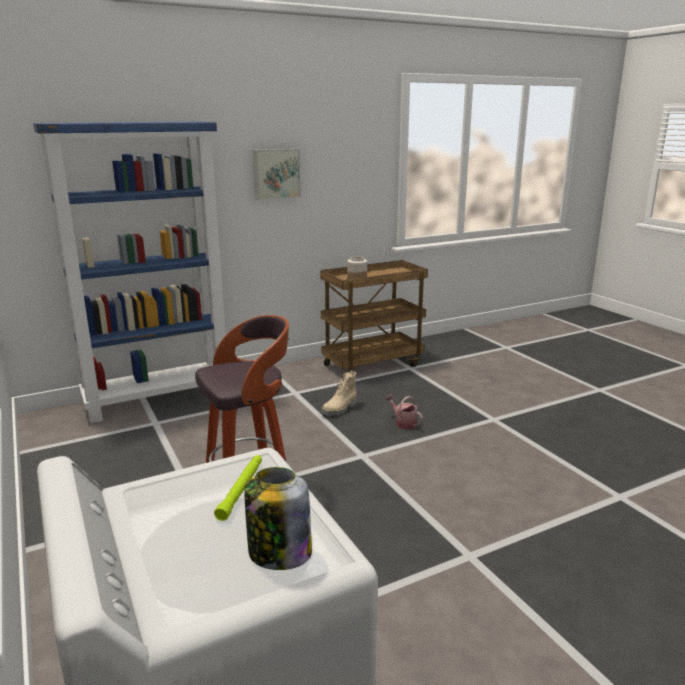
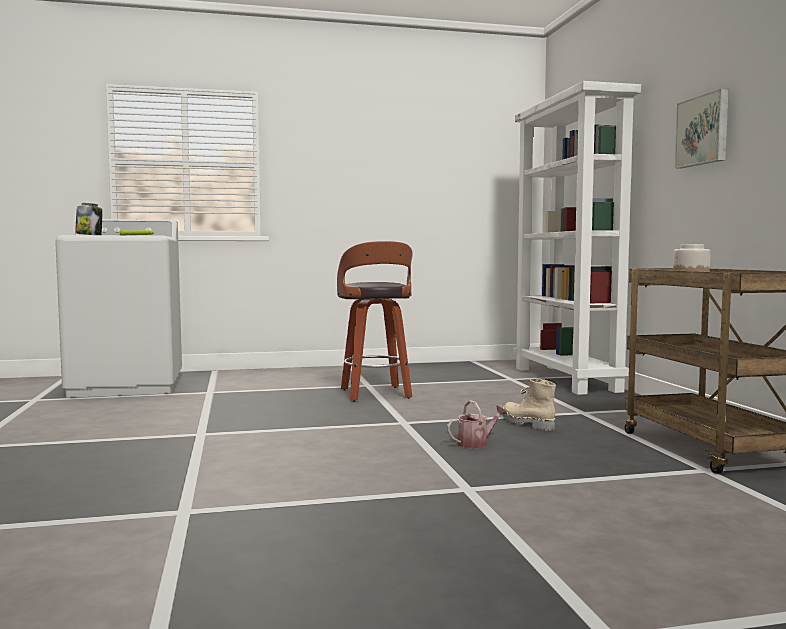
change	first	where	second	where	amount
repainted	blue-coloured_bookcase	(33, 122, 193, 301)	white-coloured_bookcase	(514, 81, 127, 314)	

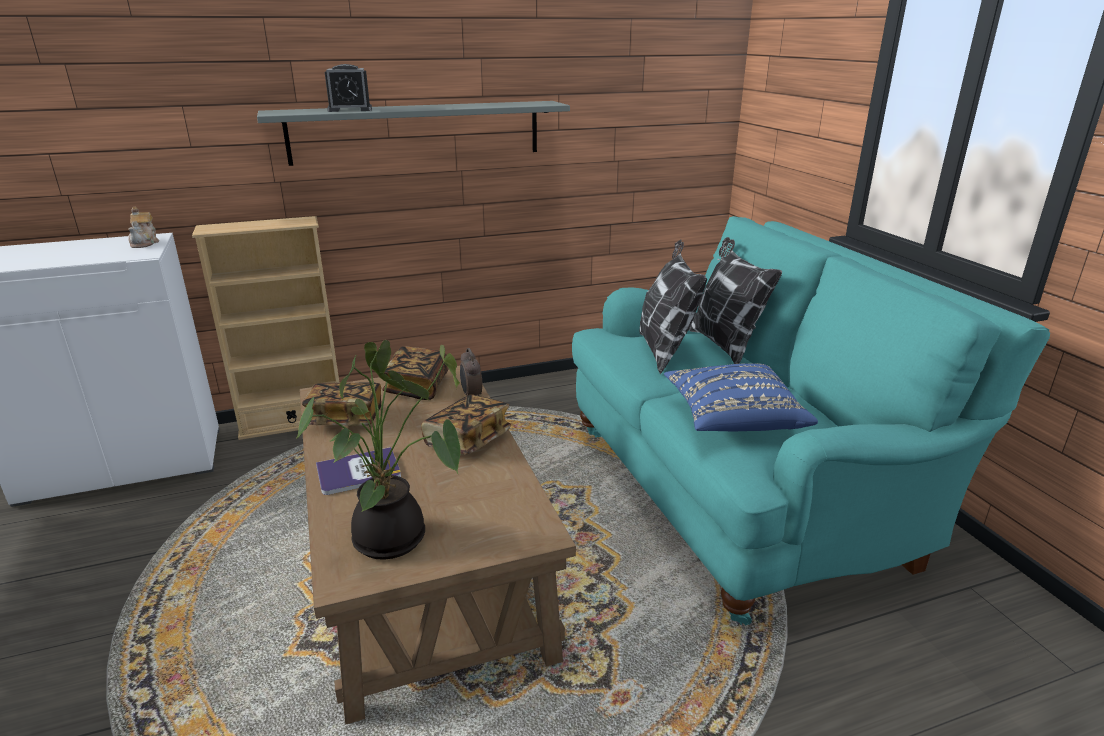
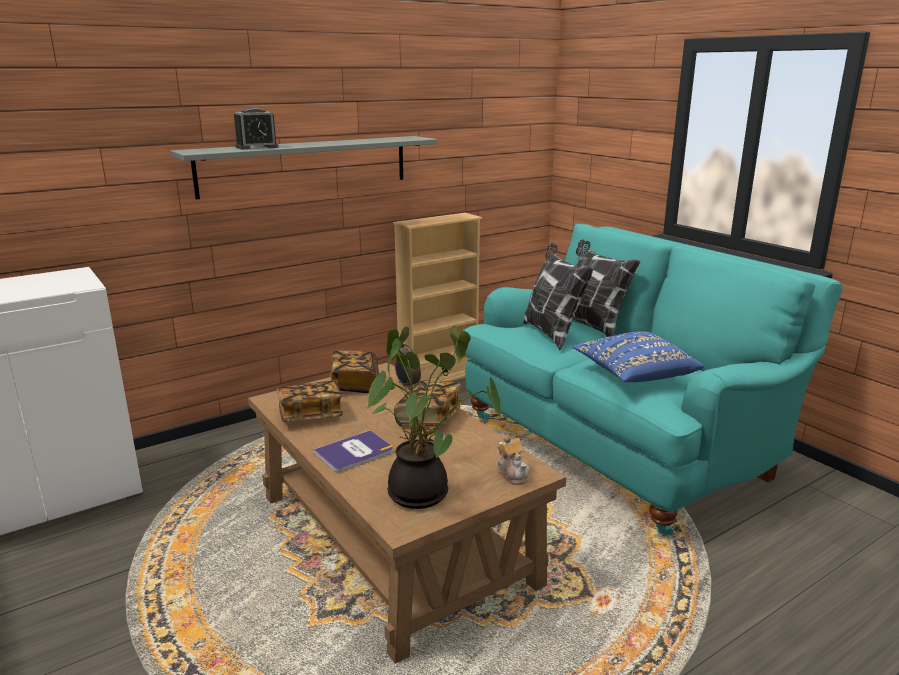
change	first	where	second	where	amount
shifted	pot_for_tea	(128, 207, 31, 41)		(497, 435, 33, 50)	
shifted	beige_bookcase	(192, 216, 148, 224)		(393, 213, 89, 169)	

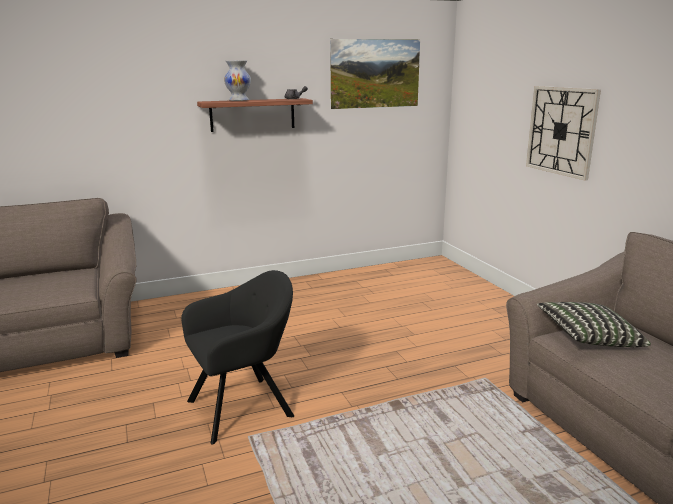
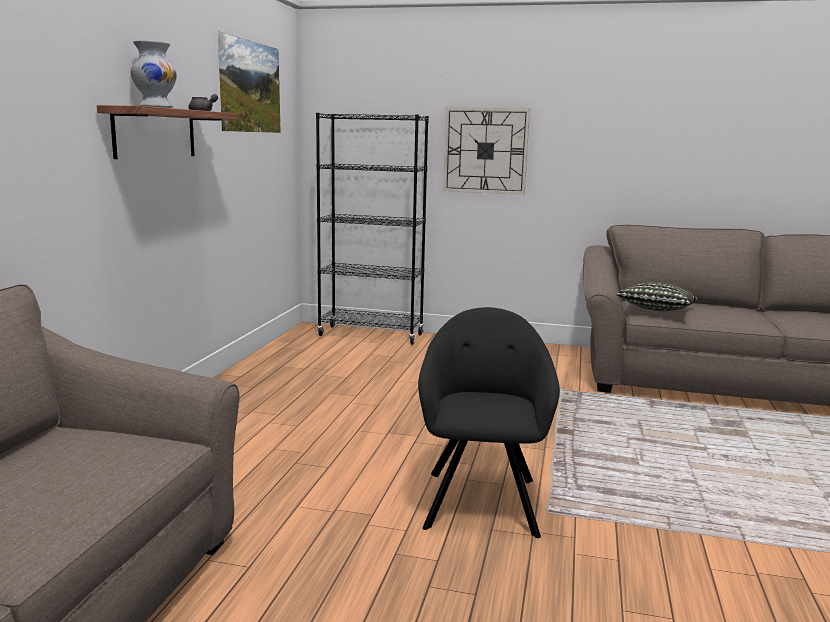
change	first	where	second	where	amount
new			blackish_bookcase	(316, 113, 113, 232)	

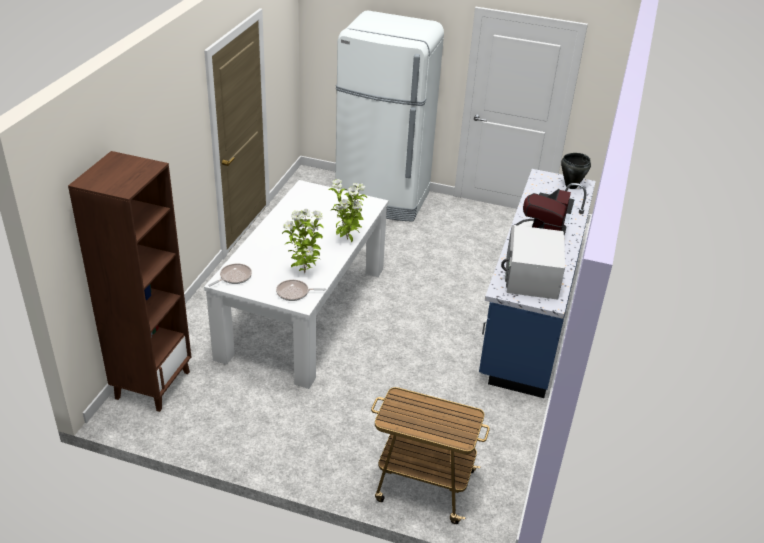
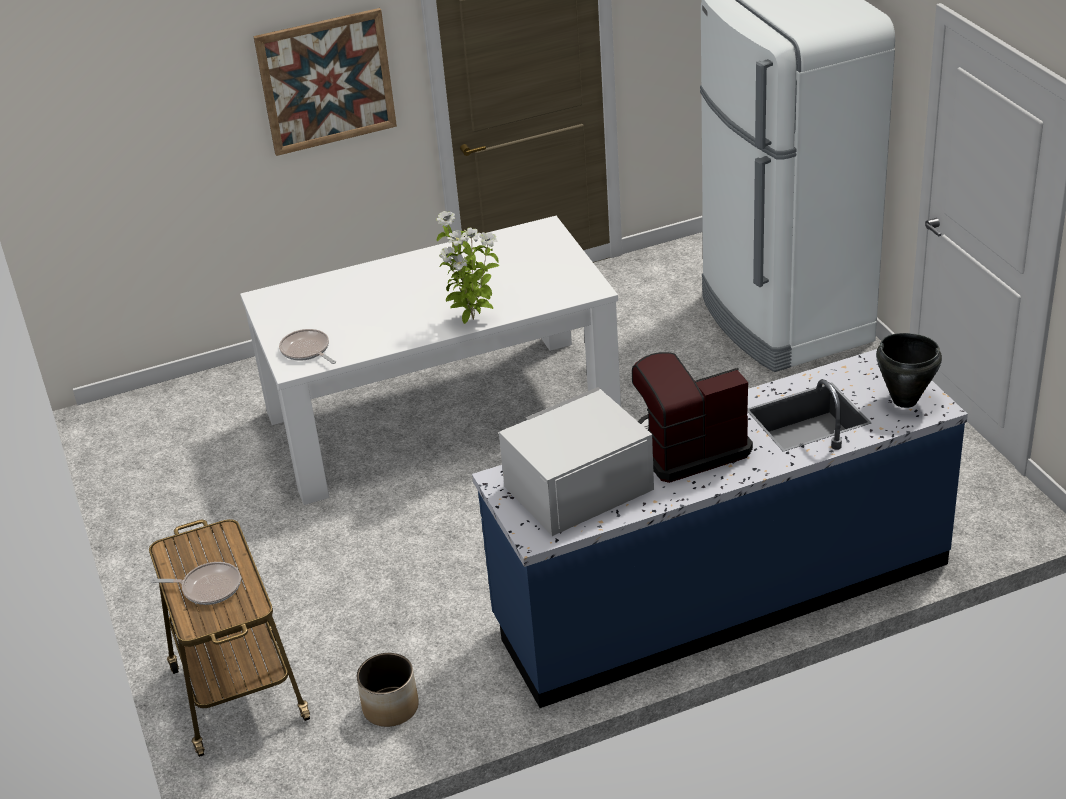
change	first	where	second	where	amount
gone	brownish_bookcase	(68, 151, 123, 261)			
gone	houseplant	(282, 209, 41, 64)			
shifted	frying_pan	(208, 264, 44, 22)		(151, 562, 90, 43)	
new			wall_picture	(253, 8, 144, 148)	
new			planter	(357, 653, 62, 74)	

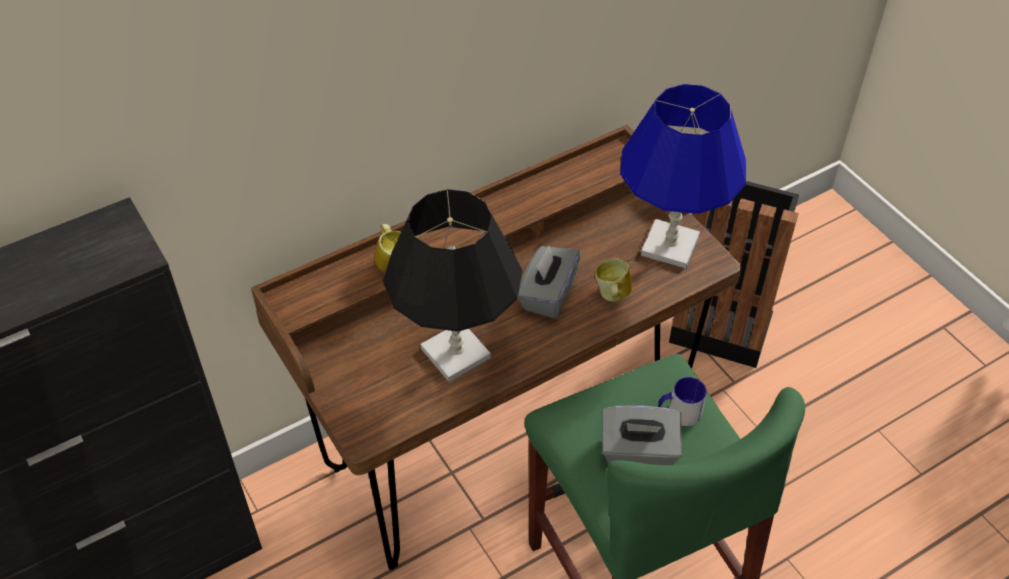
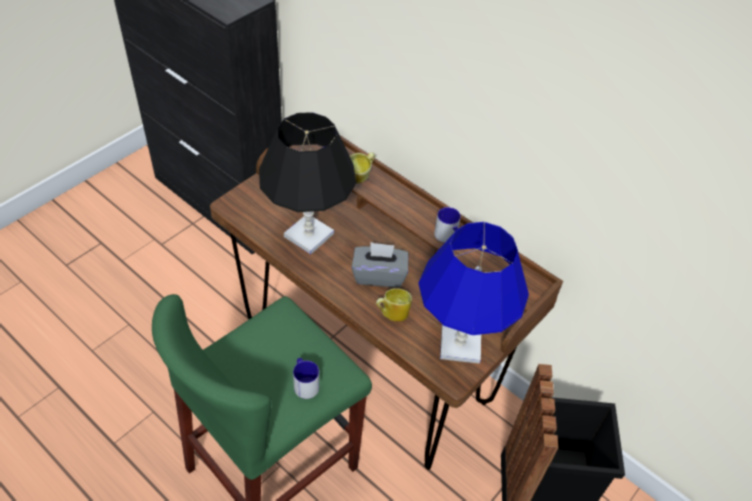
change	first	where	second	where	amount
gone	greyish_tissue_box	(602, 406, 80, 59)			
new			mug	(434, 207, 27, 36)	

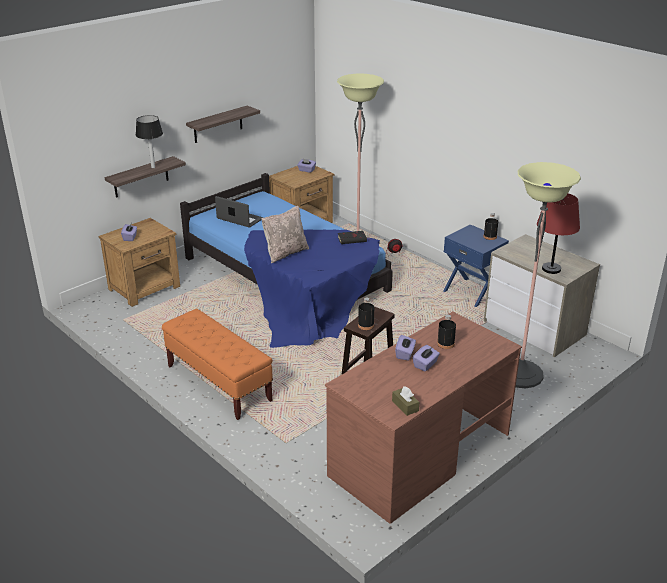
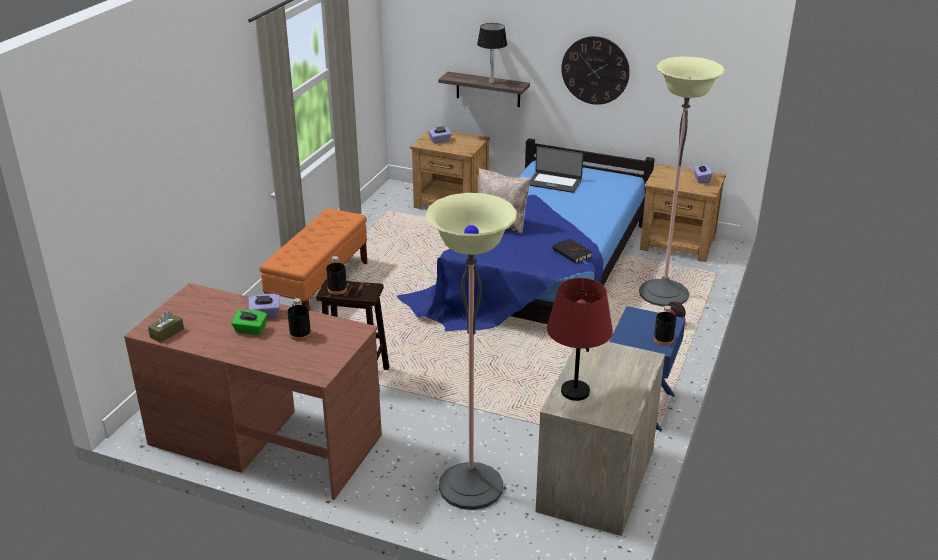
change	first	where	second	where	amount
swapped	bracket_shelf	(186, 106, 74, 37)	wall_clock	(561, 36, 69, 69)	
rotated	portable_computer	(215, 196, 48, 32)		(530, 146, 54, 47)	105 degrees clockwise
repainted	purplish_tissue_box	(413, 345, 27, 26)	green_tissue_box	(231, 309, 36, 26)	

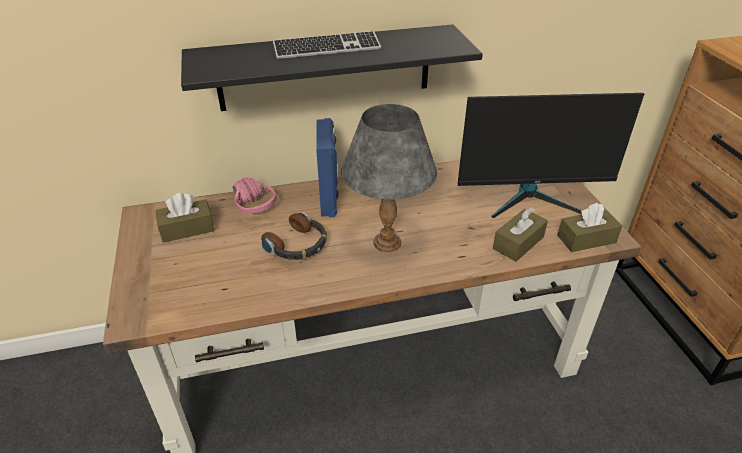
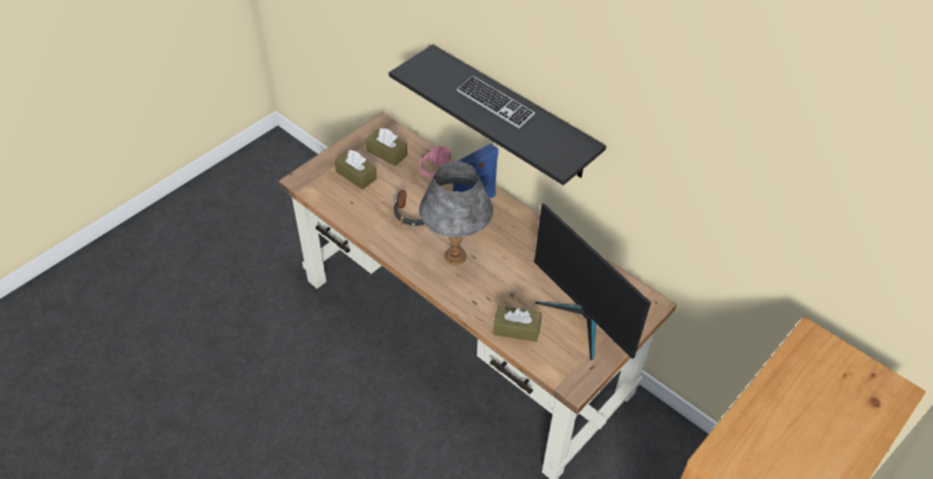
change	first	where	second	where	amount
shifted	brownish_tissue_box	(557, 203, 65, 49)		(334, 150, 43, 40)	

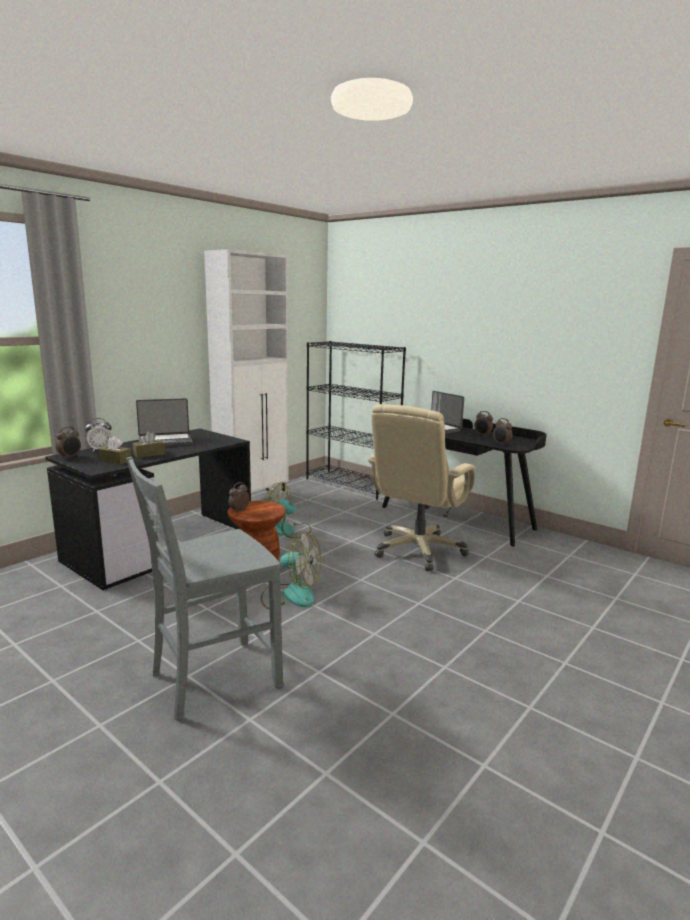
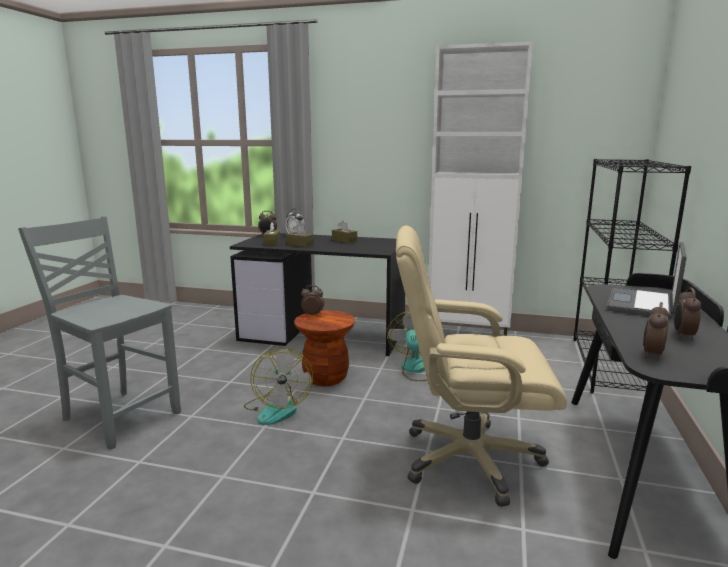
change	first	where	second	where	amount
swapped	portable_computer	(136, 398, 57, 48)	brownish_tissue_box	(332, 220, 25, 23)	

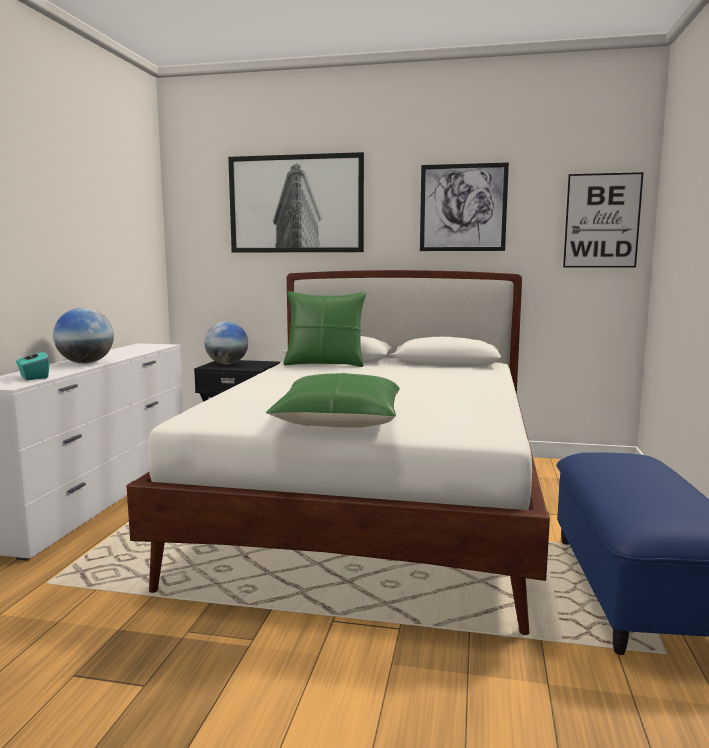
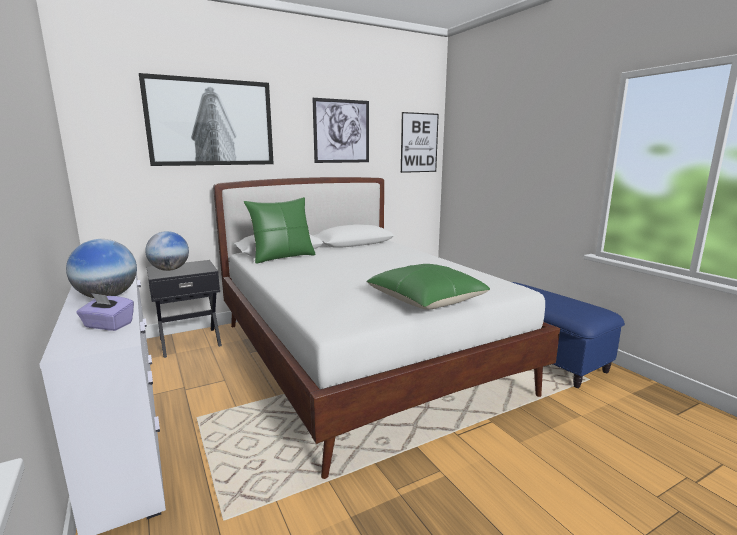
change	first	where	second	where	amount
repainted	blue-green_tissue_box	(16, 347, 33, 33)	purplish_tissue_box	(76, 293, 58, 38)	

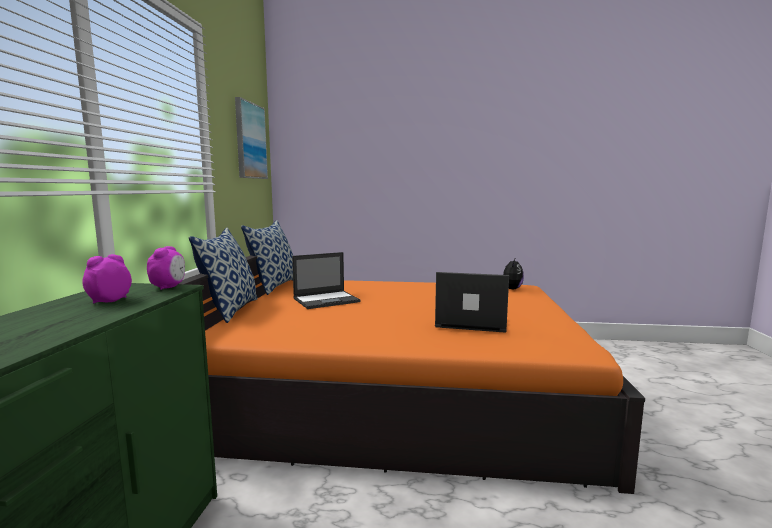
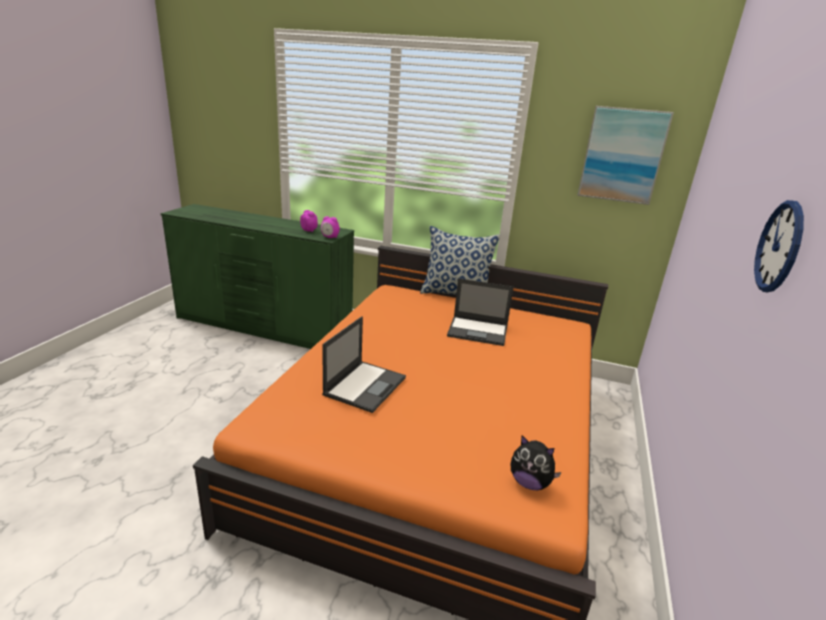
change	first	where	second	where	amount
gone	cushion	(241, 220, 52, 75)			
rotated	portable_computer	(292, 252, 69, 57)		(447, 278, 67, 68)	60 degrees counterclockwise
new			wall_clock	(754, 200, 50, 93)	

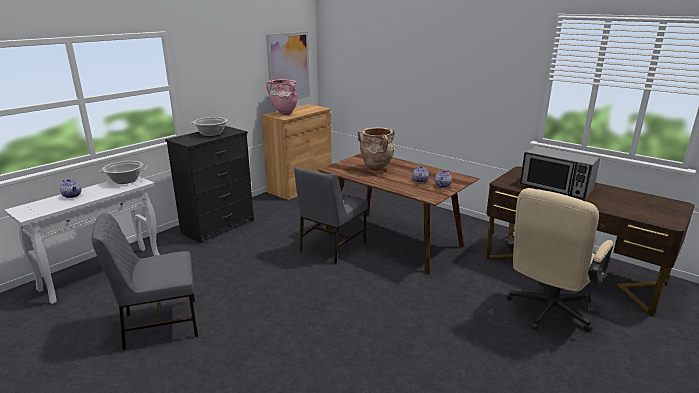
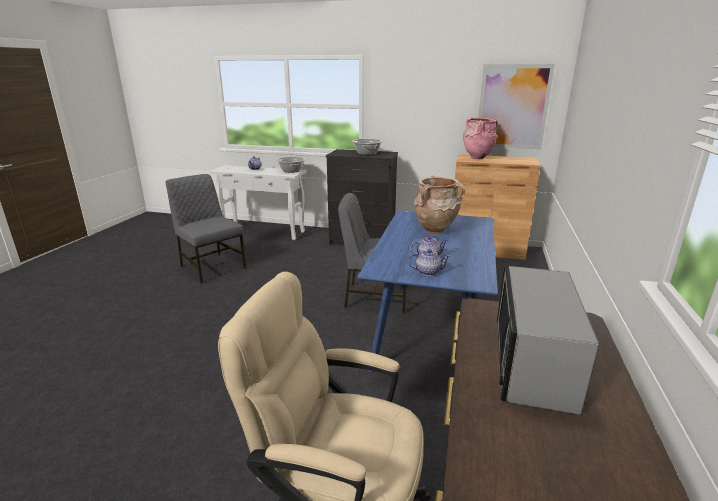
change	first	where	second	where	amount
repainted	brownish_dining_table	(317, 153, 163, 121)	blue-coloured_dining_table	(357, 211, 141, 161)	

